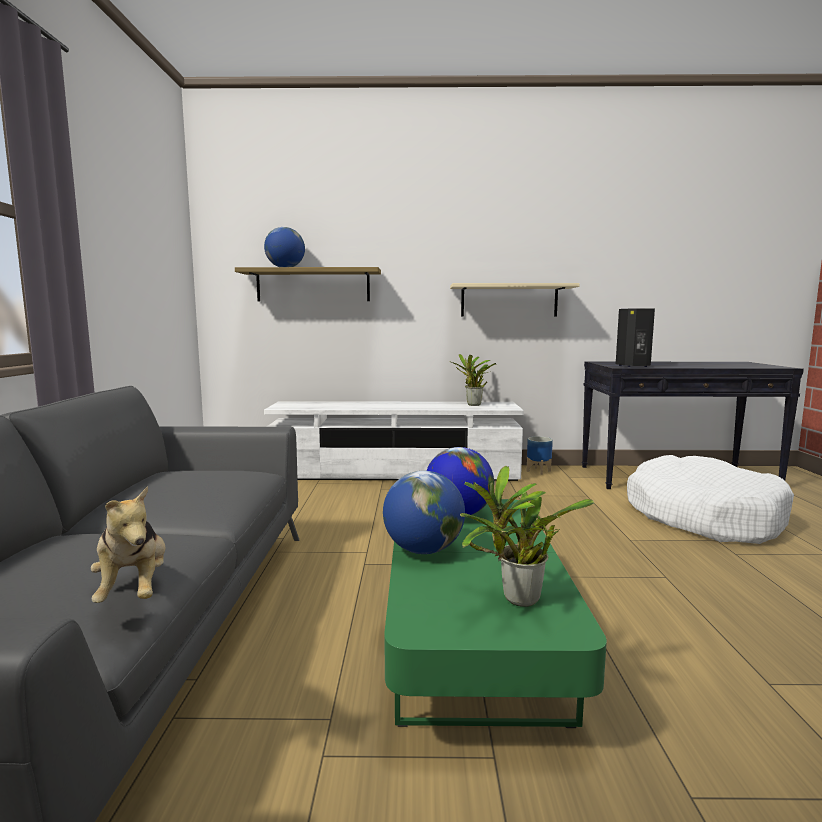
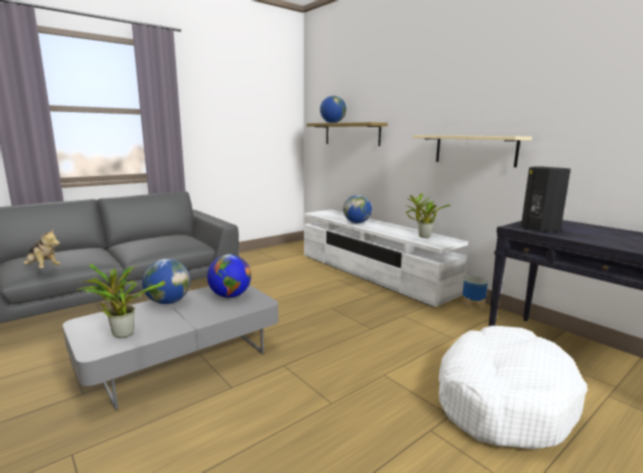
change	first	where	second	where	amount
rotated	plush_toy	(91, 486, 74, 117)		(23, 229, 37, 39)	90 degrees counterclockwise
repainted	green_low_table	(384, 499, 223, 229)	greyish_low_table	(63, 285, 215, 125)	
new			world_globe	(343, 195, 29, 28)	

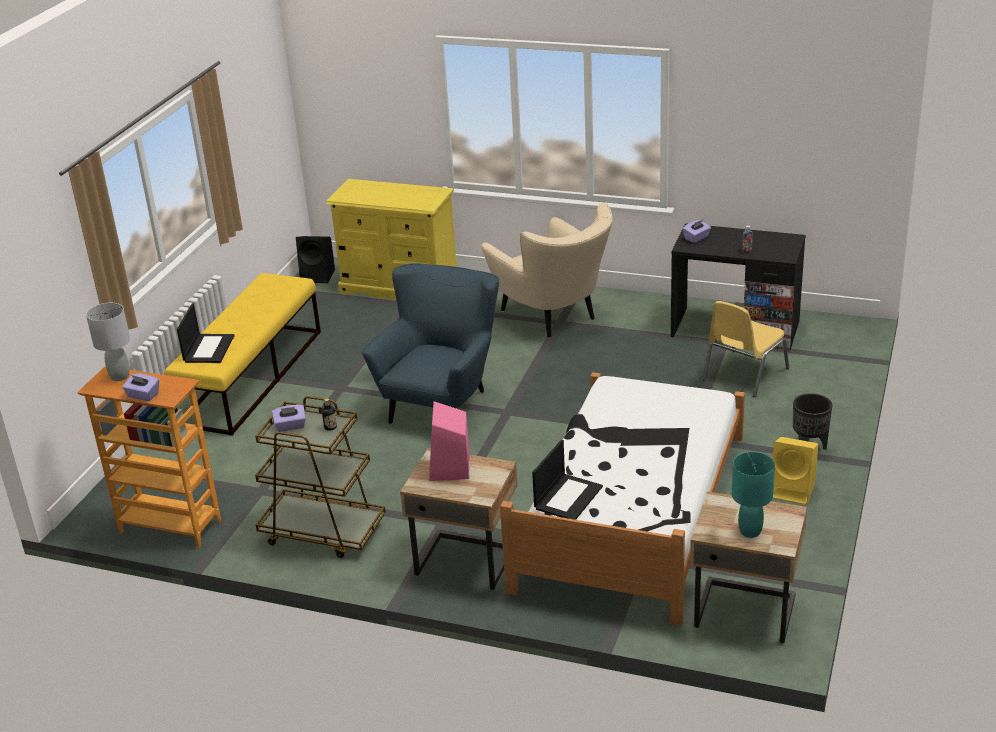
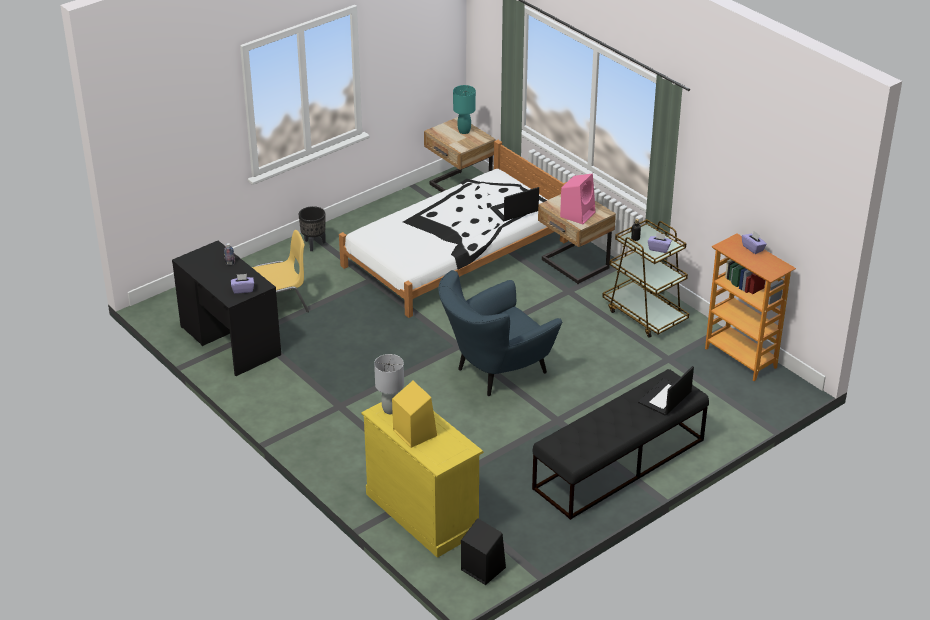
change	first	where	second	where	amount
gone	beige_lounge_chair	(481, 203, 132, 135)			
repainted	yellow-coloured_bench	(164, 273, 157, 163)	blackish_bench	(532, 369, 177, 151)	
shifted	greyish_table_lamp	(86, 303, 44, 78)		(374, 354, 30, 60)	
shifted	yellow-coloured_audio_speaker	(773, 437, 45, 68)		(392, 381, 45, 67)	

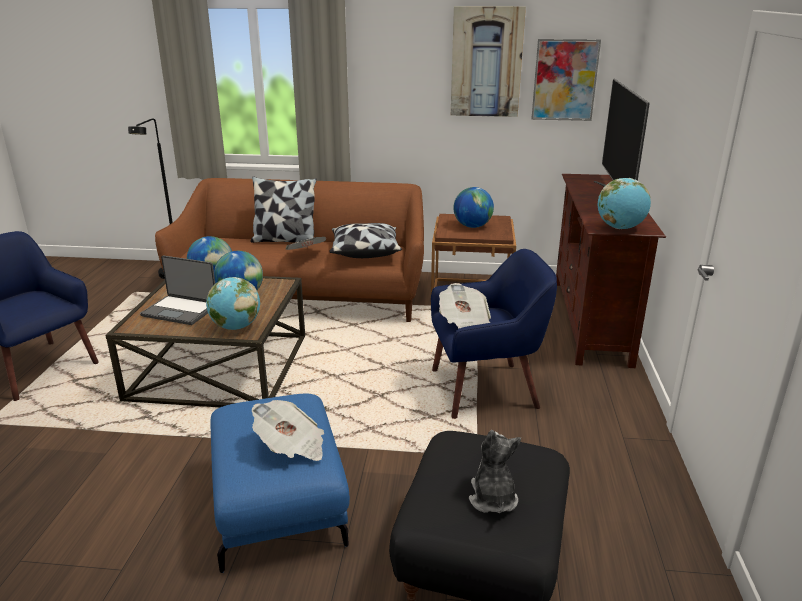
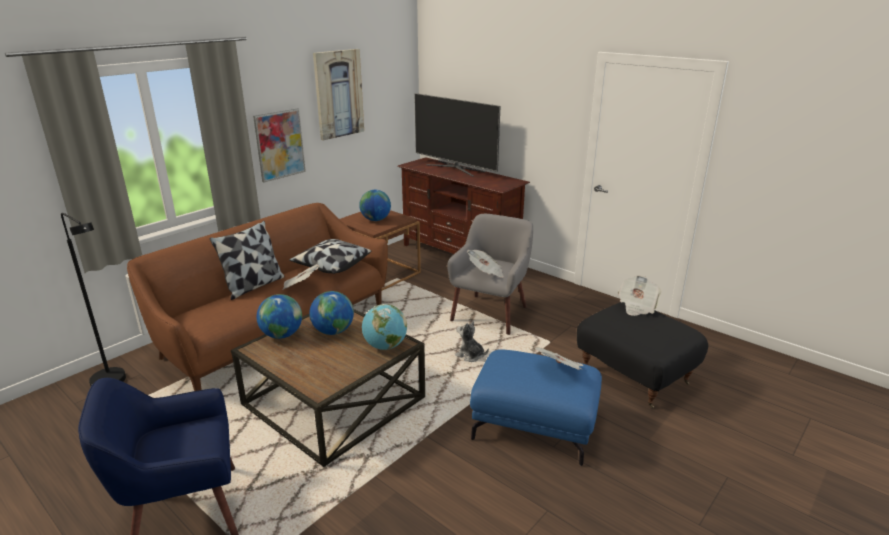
change	first	where	second	where	amount
shifted	wall_picture	(531, 39, 70, 82)		(253, 108, 53, 75)	
gone	world_globe	(598, 178, 53, 51)			
repainted	blue-coloured_lounge_chair	(431, 249, 126, 170)	greyish_lounge_chair	(447, 214, 86, 121)	
gone	portable_computer	(140, 255, 75, 70)			
shifted	plush_toy	(469, 430, 52, 83)		(455, 321, 34, 41)	
new			newspaper	(618, 275, 44, 41)	

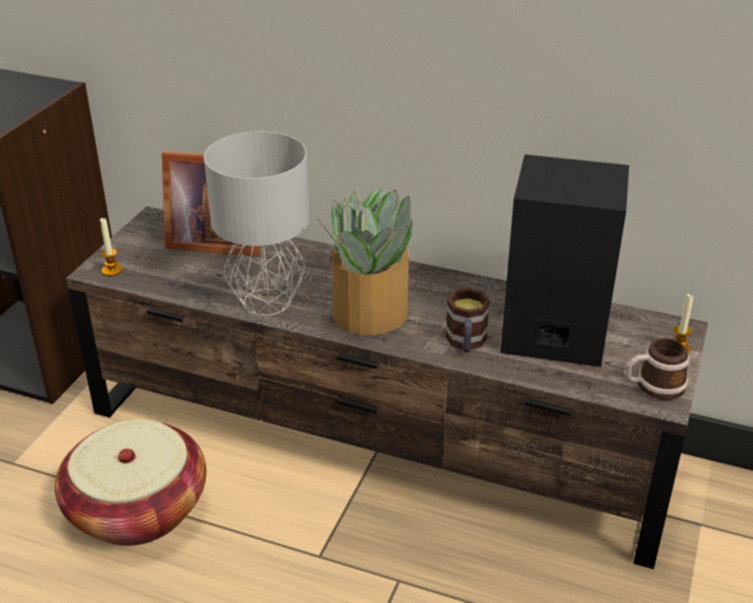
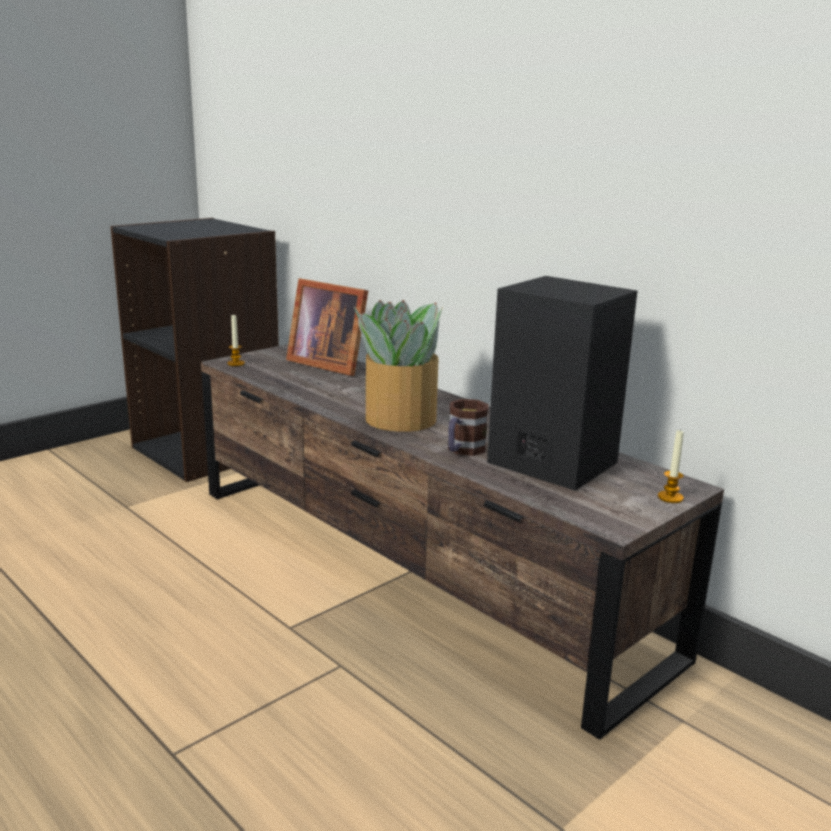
change	first	where	second	where	amount
gone	greyish_table_lamp	(204, 131, 105, 185)			
gone	mug	(625, 338, 65, 62)			
gone	household_basket	(55, 419, 151, 127)			

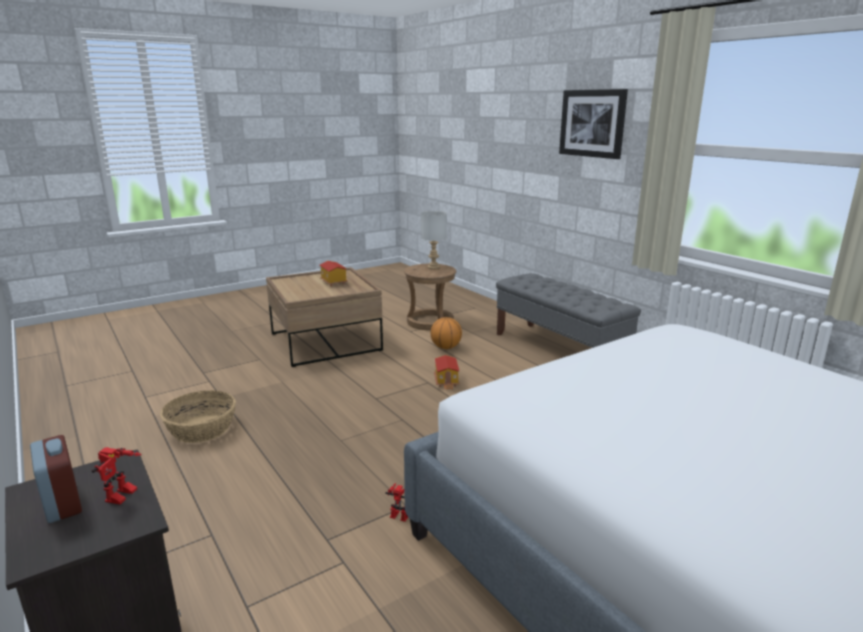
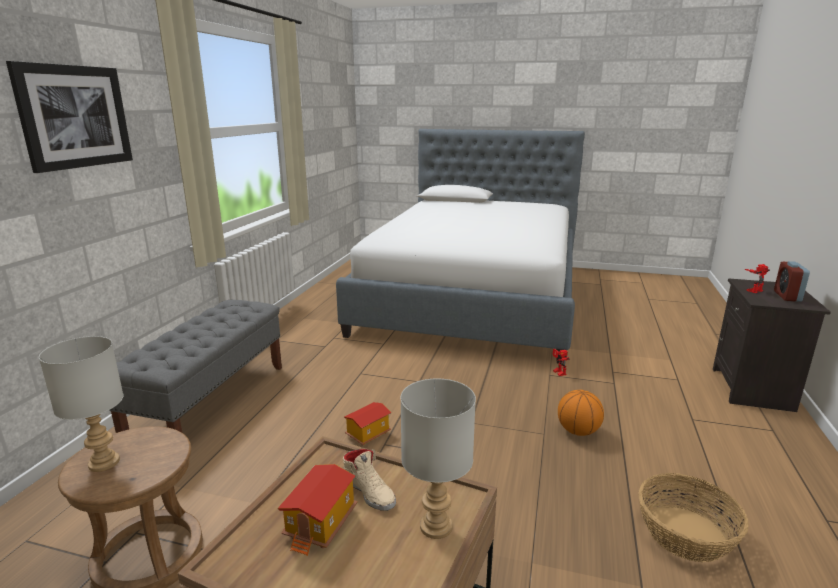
change	first	where	second	where	amount
shifted	ball_for_basketball	(431, 317, 31, 32)		(558, 390, 46, 46)	
new			greyish_table_lamp	(400, 379, 76, 160)	
new			beige_item_of_footwear	(343, 449, 53, 62)	

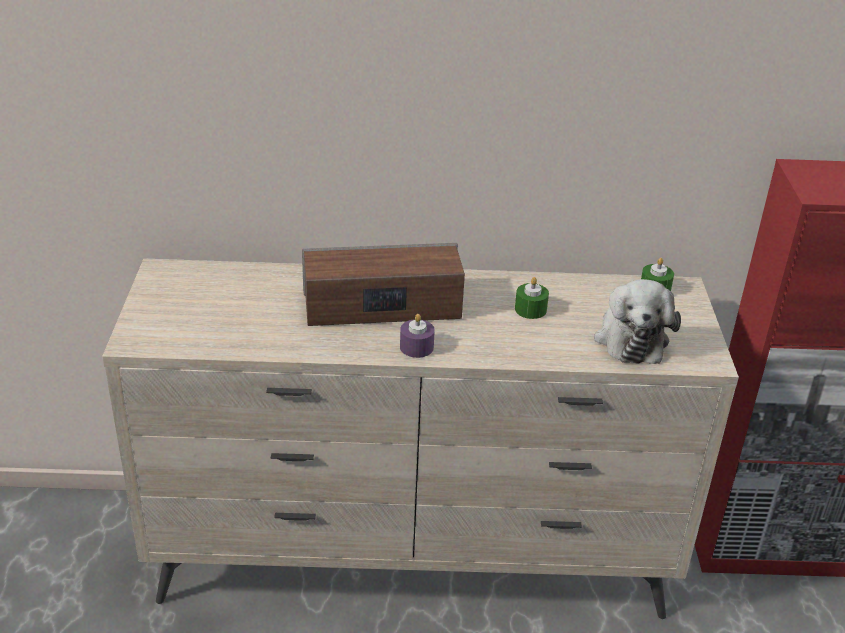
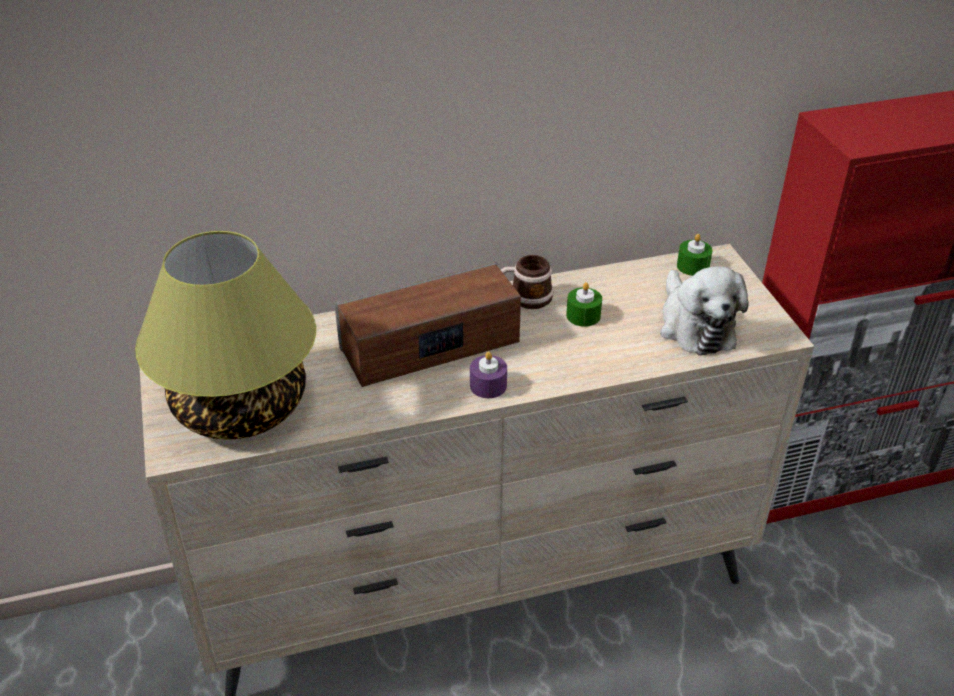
change	first	where	second	where	amount
new			table_lamp	(135, 231, 181, 209)	
new			mug	(501, 255, 53, 54)	

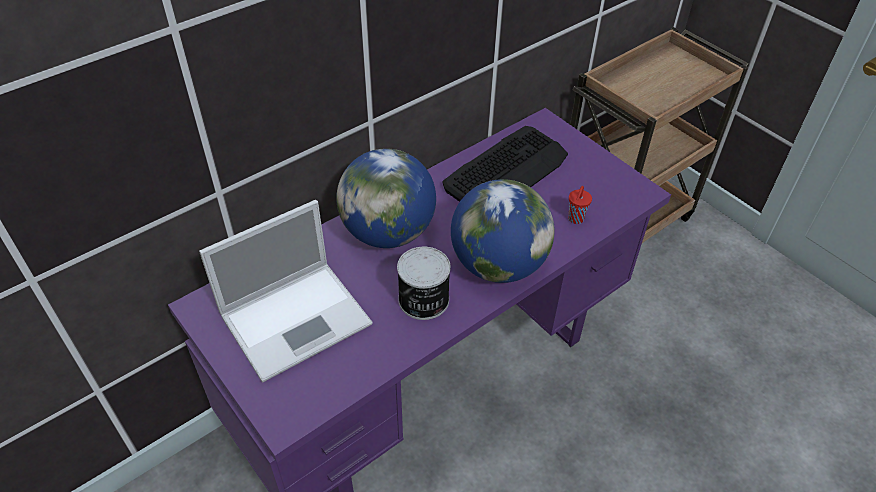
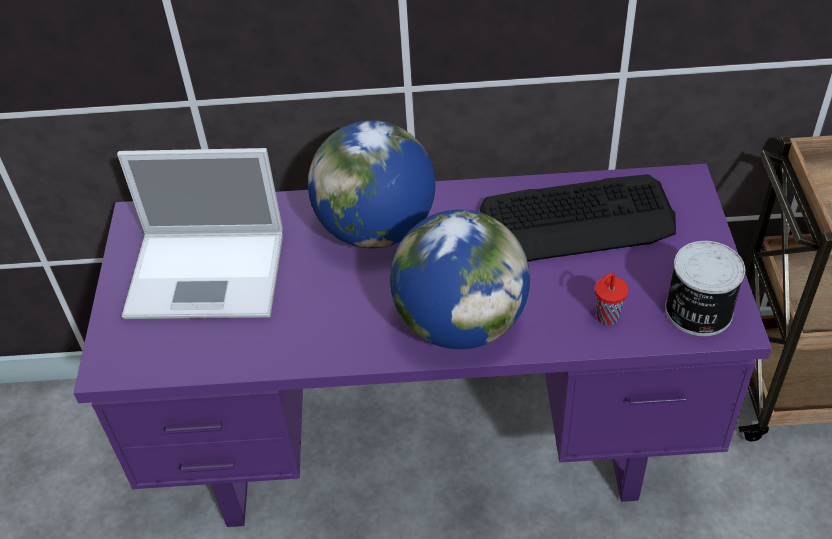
change	first	where	second	where	amount
shifted	can	(397, 247, 54, 73)		(665, 241, 80, 95)	

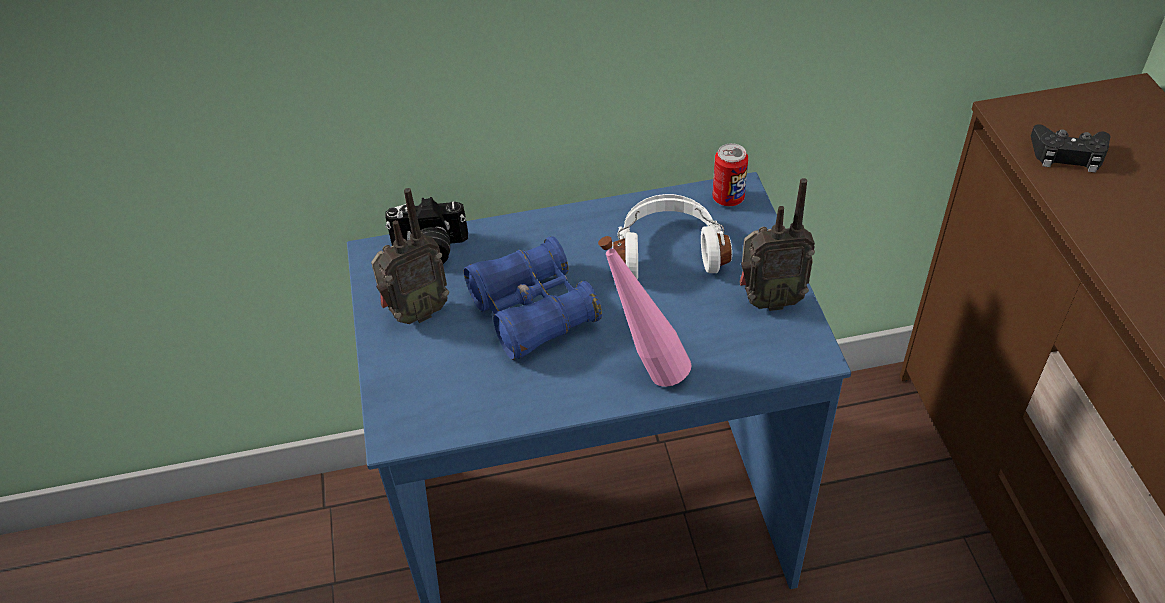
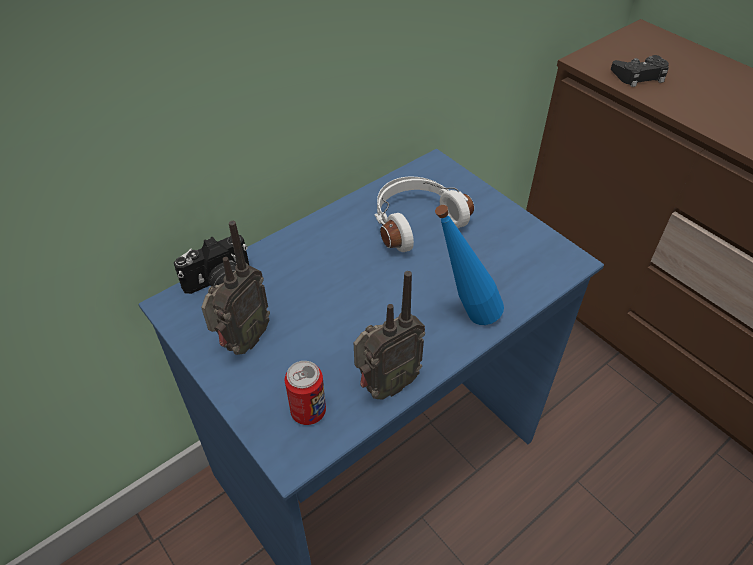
change	first	where	second	where	amount
shifted	can	(712, 143, 36, 63)		(285, 361, 41, 64)	
shifted	radio_receiver	(740, 178, 75, 133)		(354, 271, 71, 129)	
gone	blue-coloured_pair_of_binoculars	(464, 236, 138, 124)			
repainted	pink-coloured_drink_bottle	(598, 236, 93, 151)	blue-coloured_drink_bottle	(435, 205, 69, 120)	

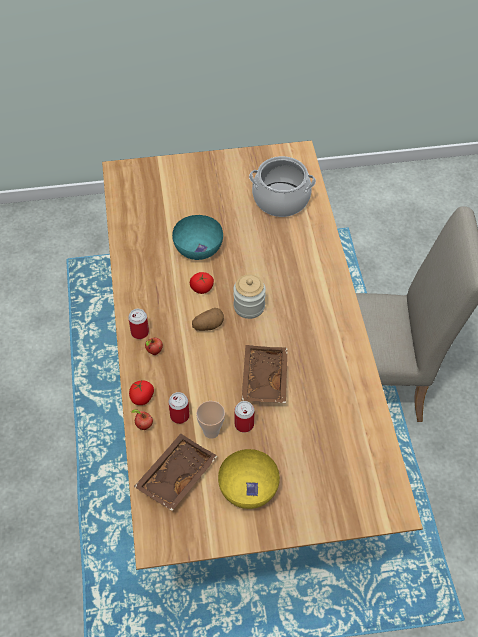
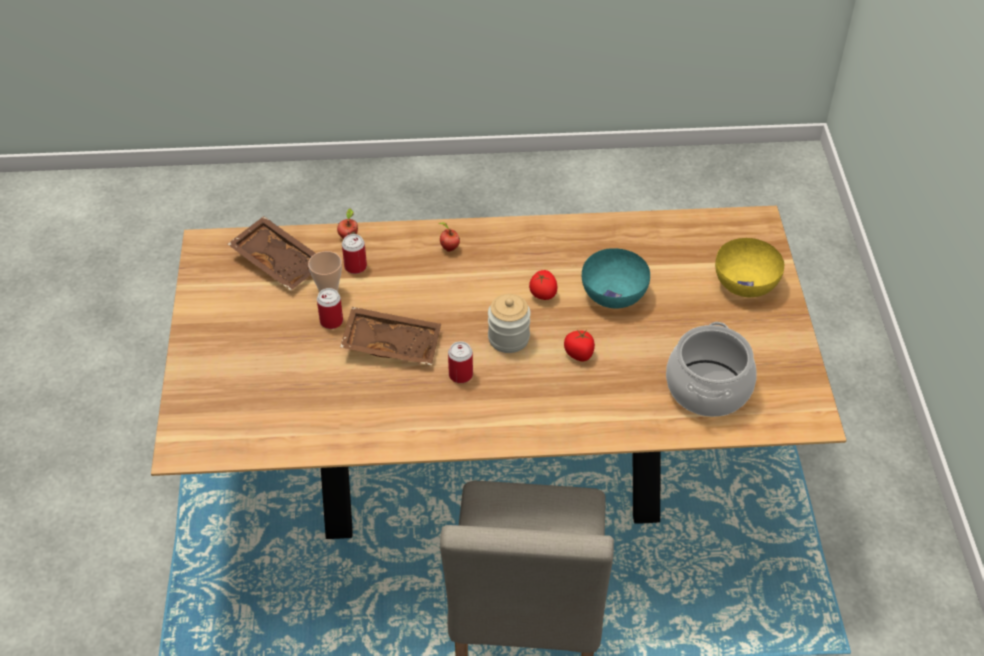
change	first	where	second	where	amount
gone	spud	(192, 308, 32, 23)			
shifted	can	(128, 309, 21, 30)		(448, 341, 25, 42)	
shifted	whole_tomato	(129, 380, 25, 25)		(564, 330, 31, 31)	
shifted	yellow-coloured_bowl	(218, 449, 62, 60)		(715, 238, 69, 59)	

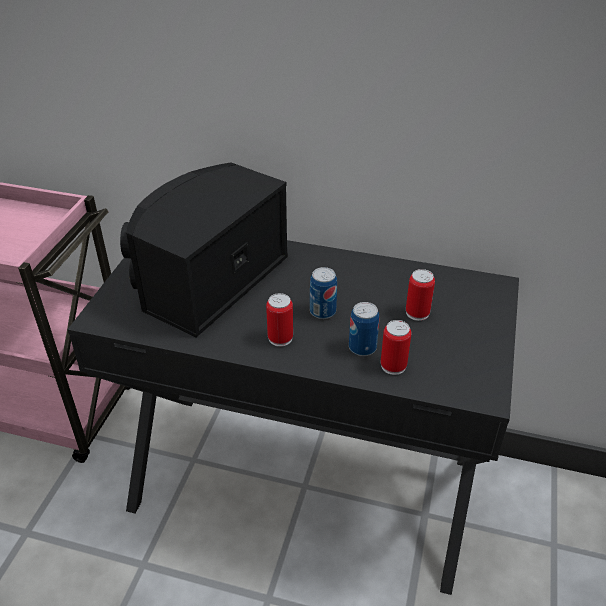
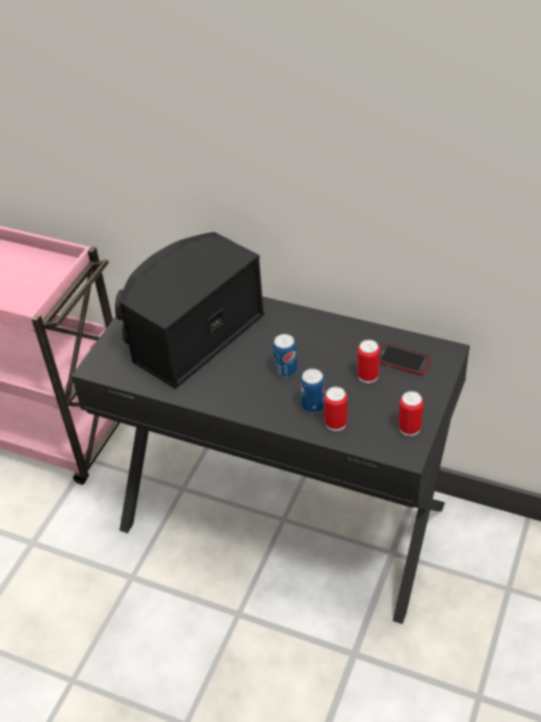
change	first	where	second	where	amount
shifted	can	(266, 293, 27, 54)		(399, 391, 24, 45)	
new			phone	(379, 344, 52, 31)	

